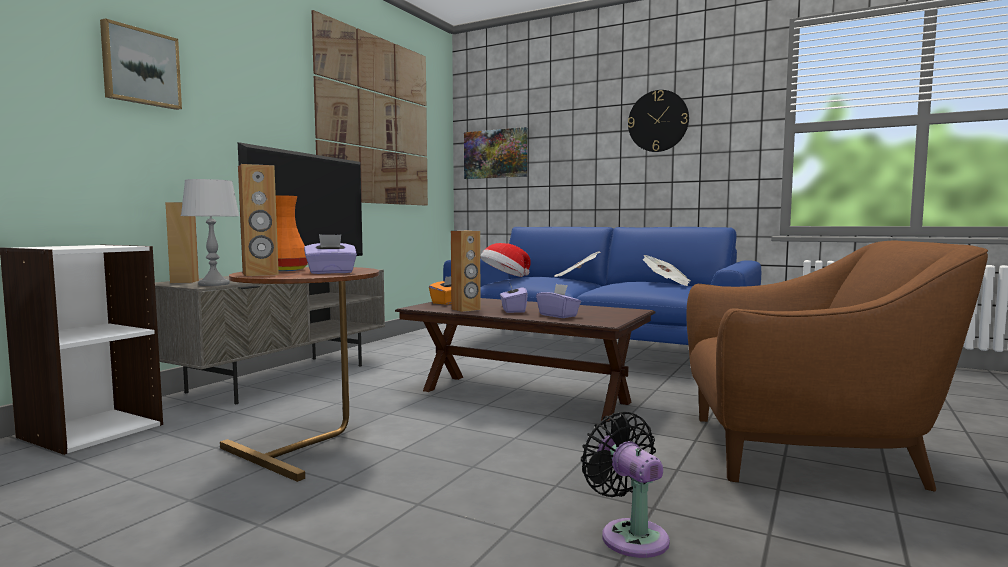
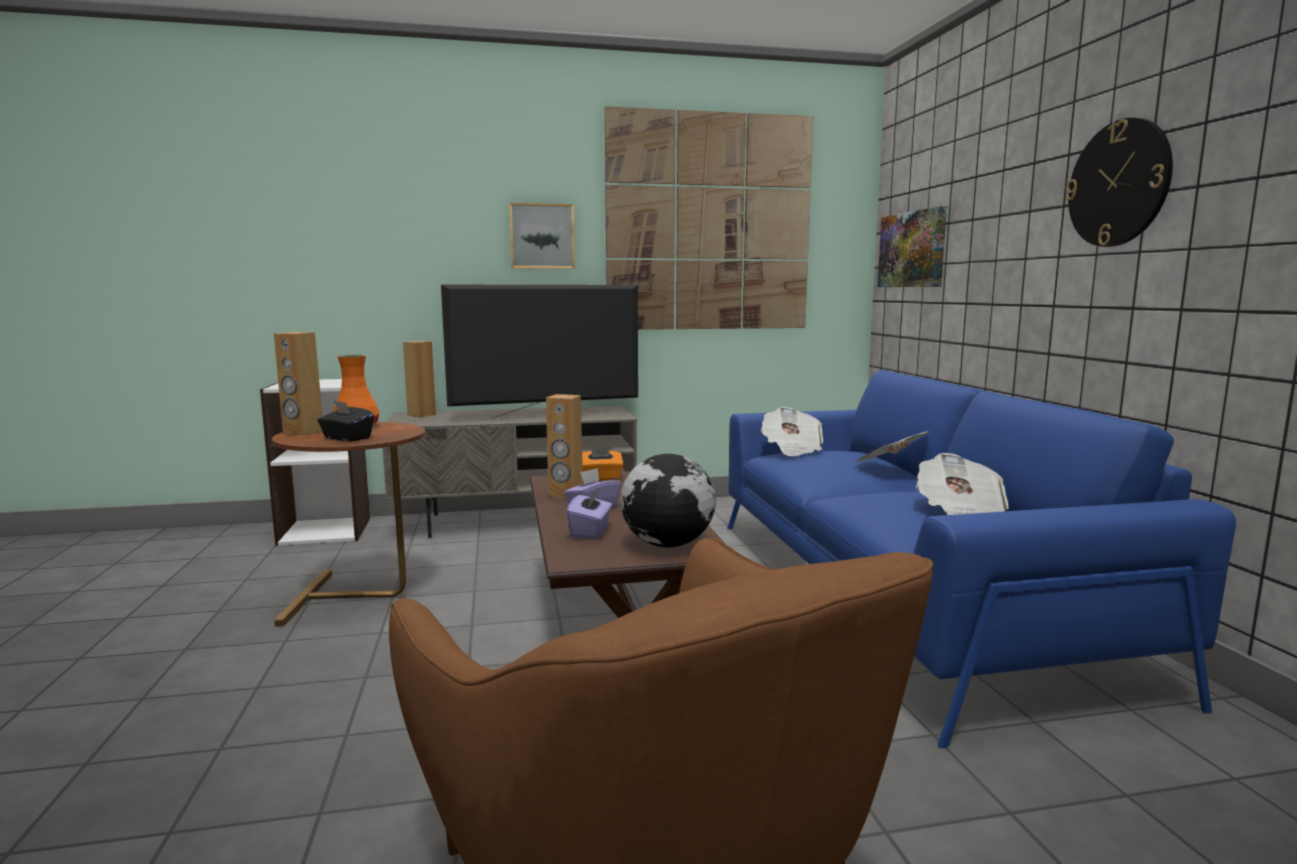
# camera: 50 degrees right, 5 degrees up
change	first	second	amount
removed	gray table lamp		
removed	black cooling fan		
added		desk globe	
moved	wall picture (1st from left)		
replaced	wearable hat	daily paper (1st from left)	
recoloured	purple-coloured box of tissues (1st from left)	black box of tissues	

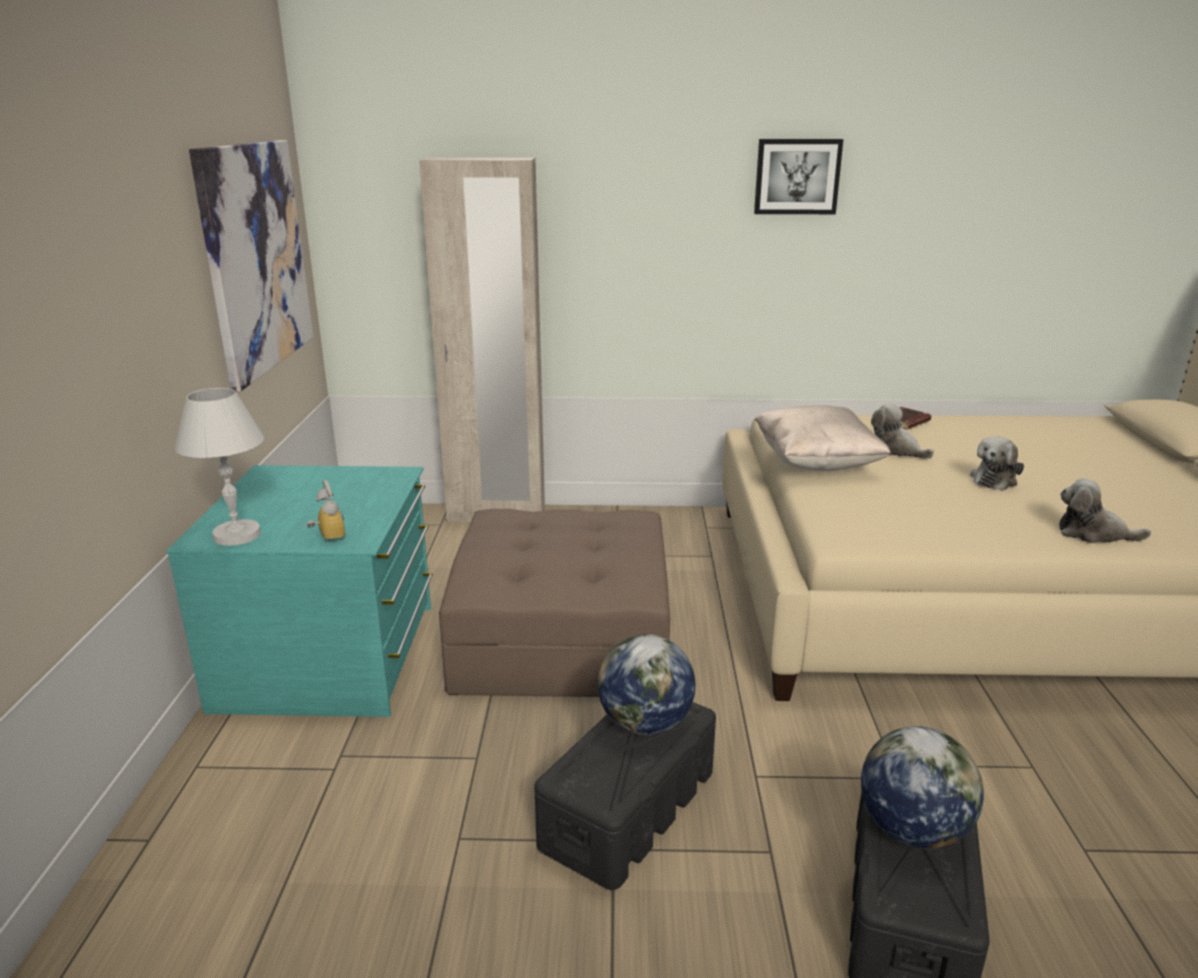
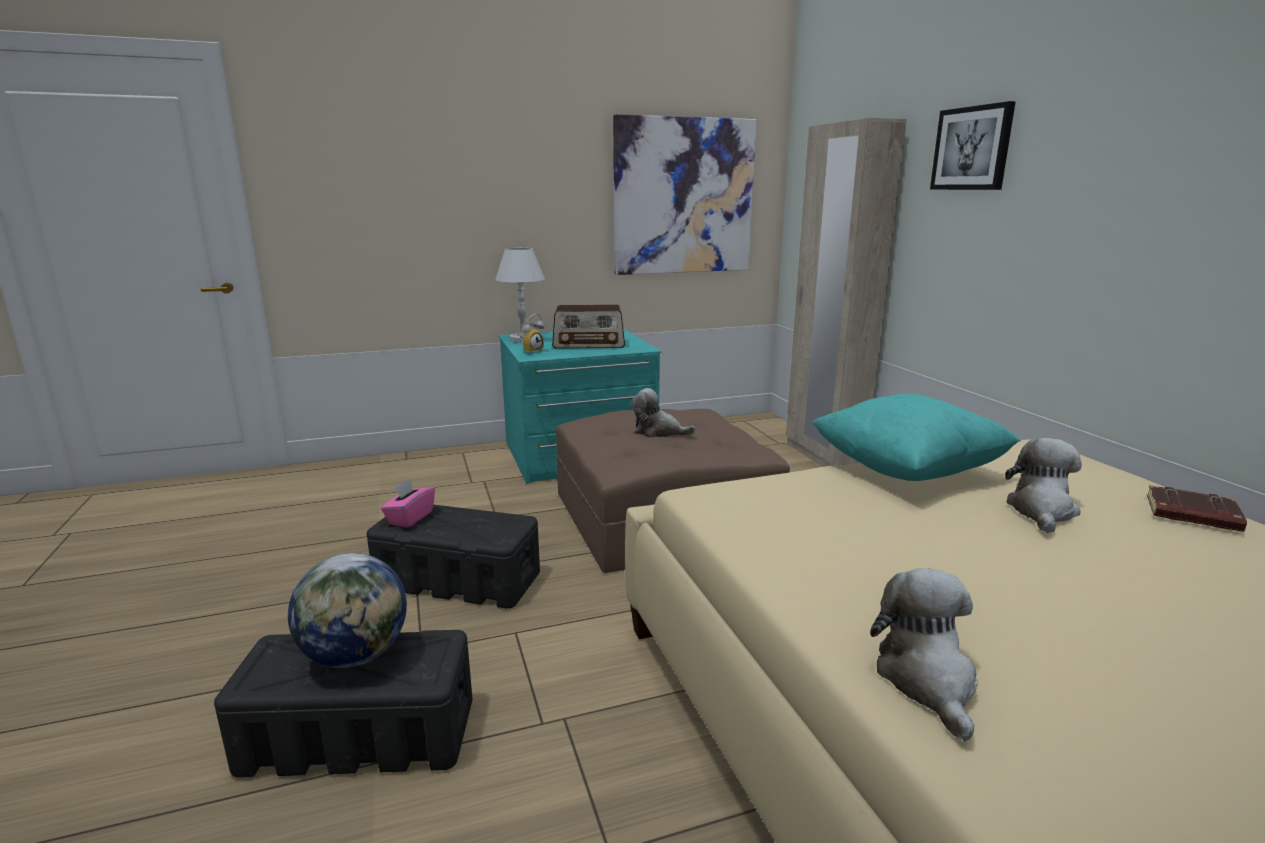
# camera: 70 degrees right, 5 degrees down
change	first	second	amount
removed	desk globe (1st from left)		
added		pinkish box of tissues	
added		radio receiver	
moved	wall picture (2nd from left)		
moved	plush toy (2nd from left in the first image)	plush toy (1st from left)	
recoloured	beige-coloured pillow	blue-green pillow	

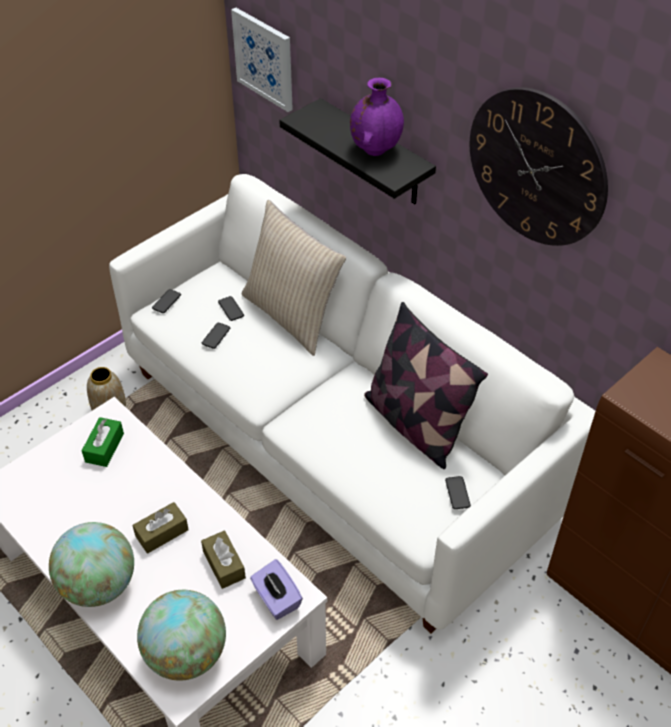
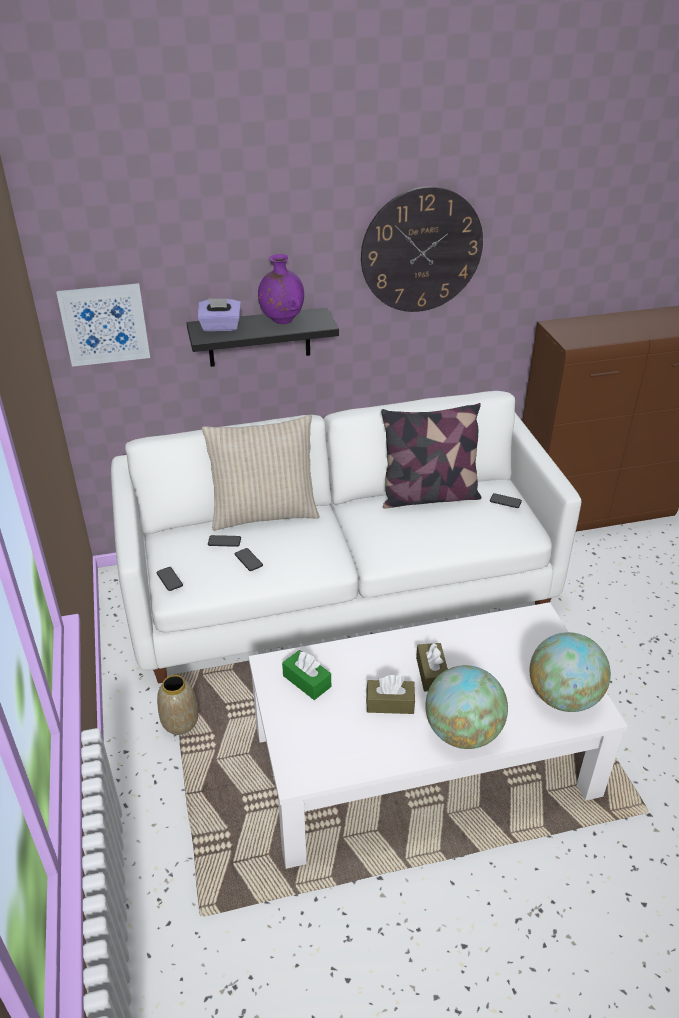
# camera: 60 degrees left, 10 degrees down
change	first	second	amount
moved	brownish box of tissues (2nd from left in the first image)	brownish box of tissues (1st from left)	
moved	purple-coloured box of tissues		

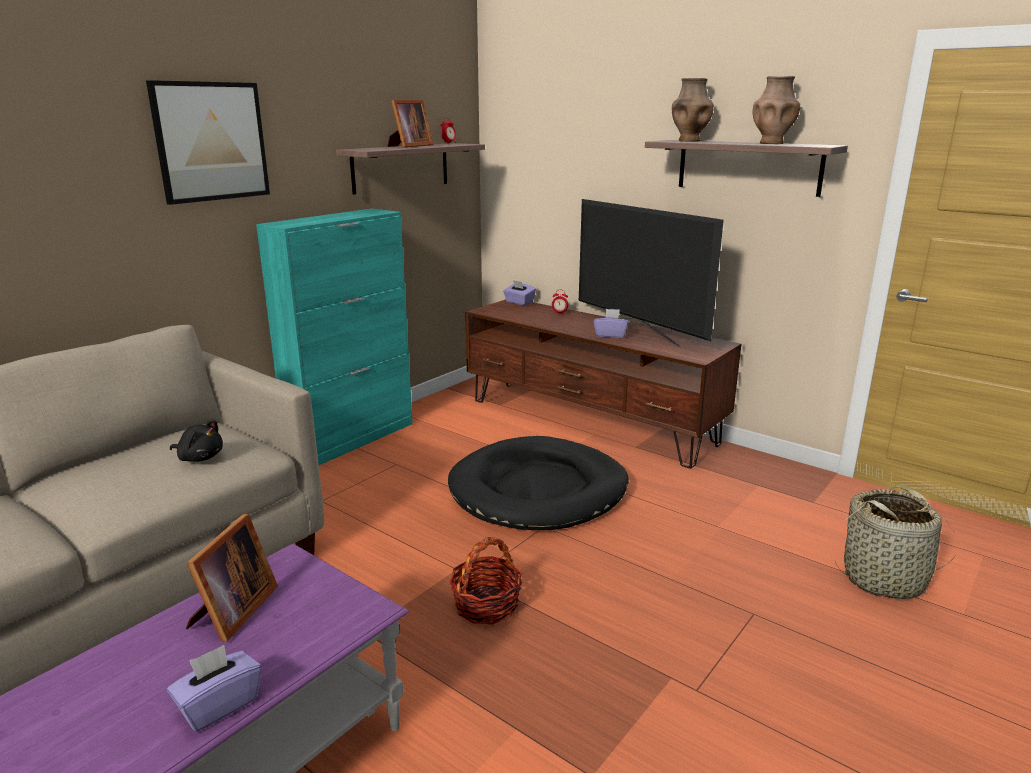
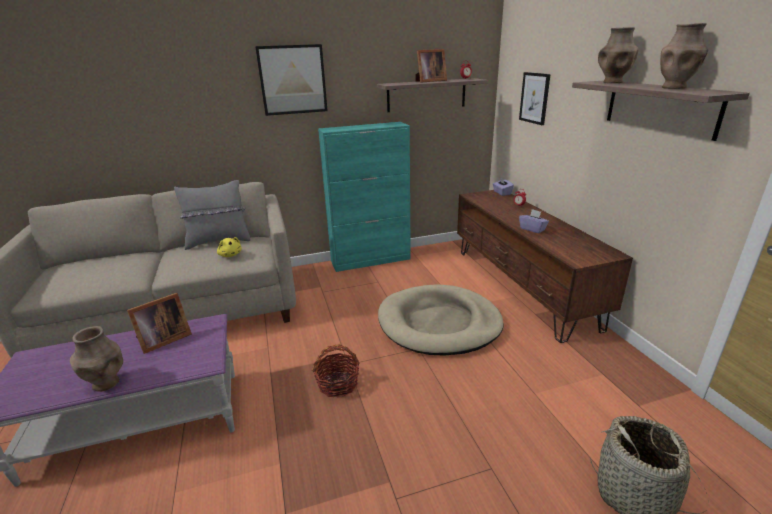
# camera: 35 degrees right, 5 degrees up
change	first	second	amount
removed	TV set		
added		gray pillow	
added		wall picture (2nd from left)	
replaced	purple-coloured box of tissues (1st from left)	brownish flower vase (1st from left)	
recoloured	black plush toy	yellow plush toy	
recoloured	black pet bed	beige-coloured pet bed	

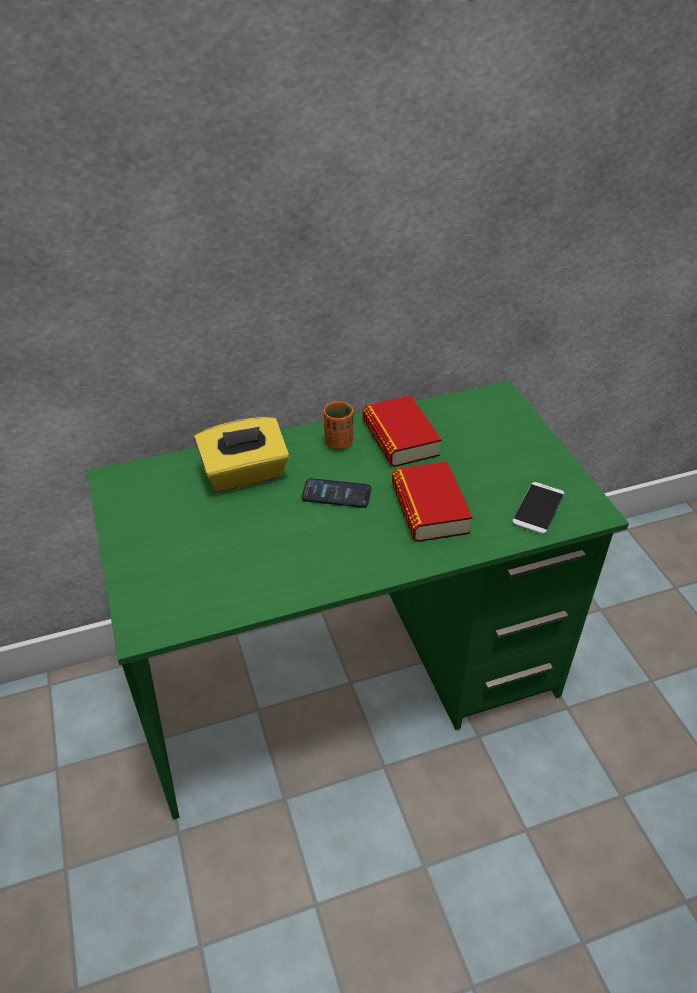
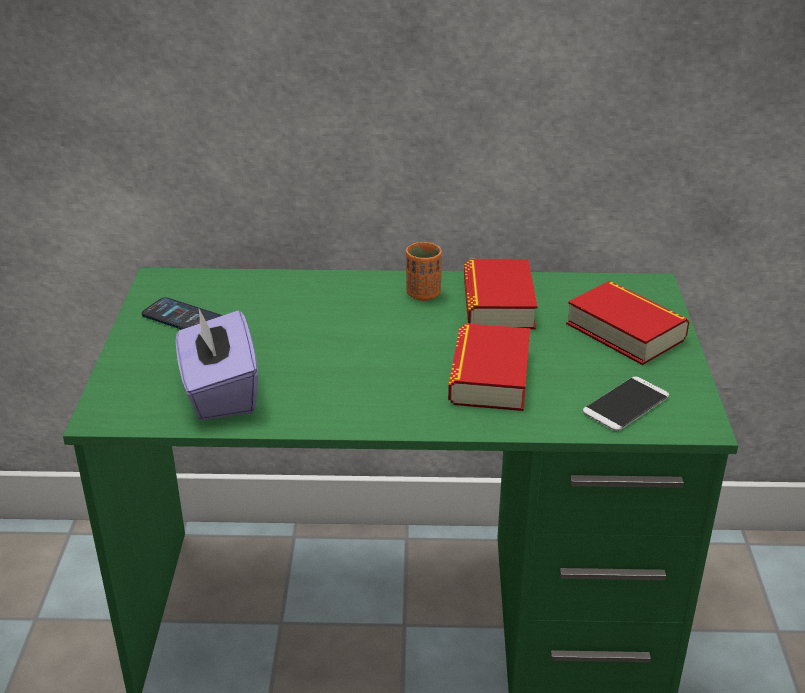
# camera: 20 degrees right, 10 degrees down
change	first	second	amount
removed	yellow box of tissues		
added		purple-coloured box of tissues	
added		book (3rd from left)	
moved	handset (1st from left)		

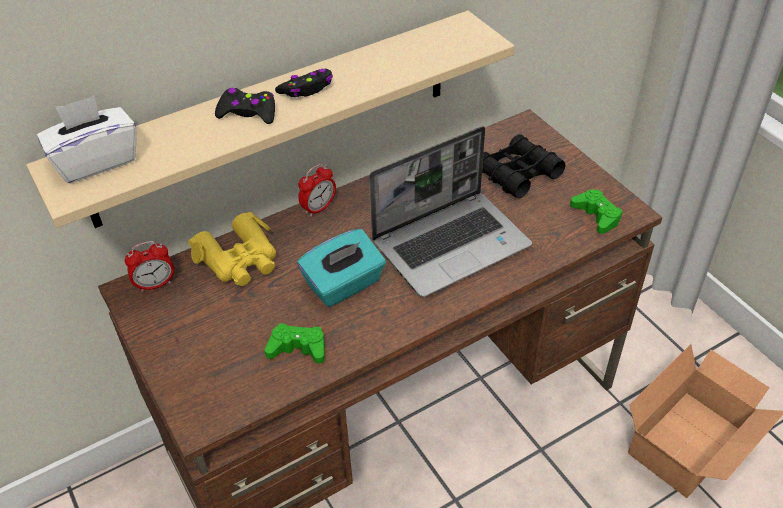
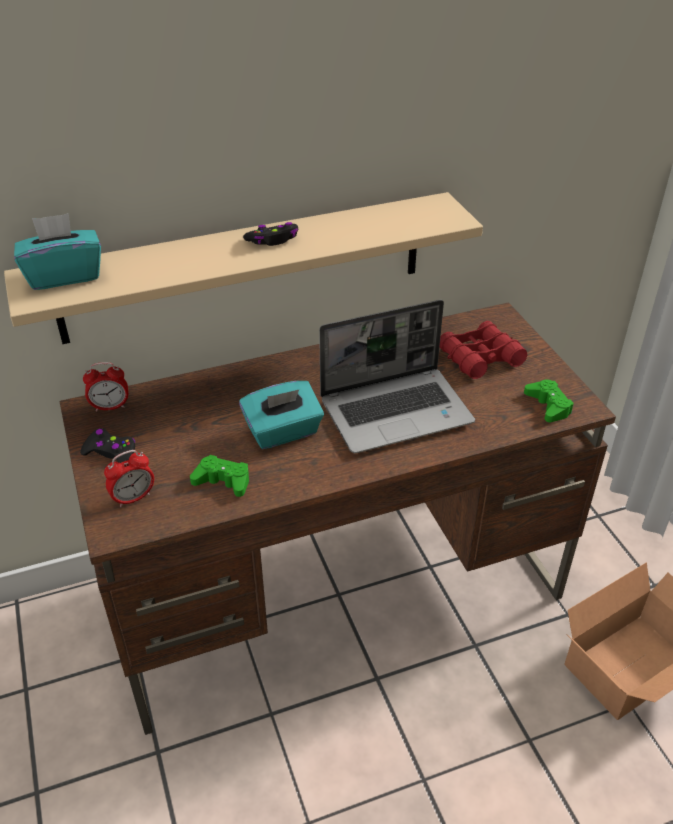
# camera: 10 degrees right, 5 degrees down
change	first	second	amount
removed	yellow pair of binoculars		
moved	black gamepad (1st from left)		
moved	alarm clock (2nd from left)		
recoloured	white box of tissues	blue-green box of tissues (1st from left)	
recoloured	black pair of binoculars	reddish pair of binoculars	

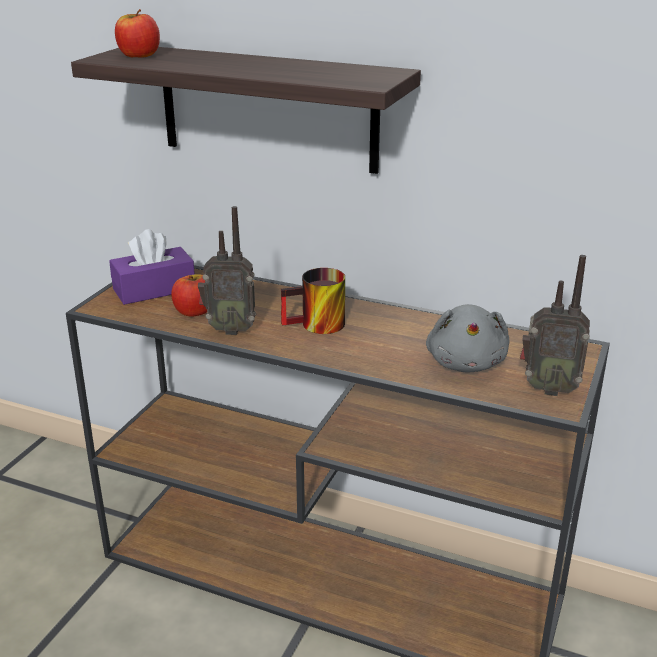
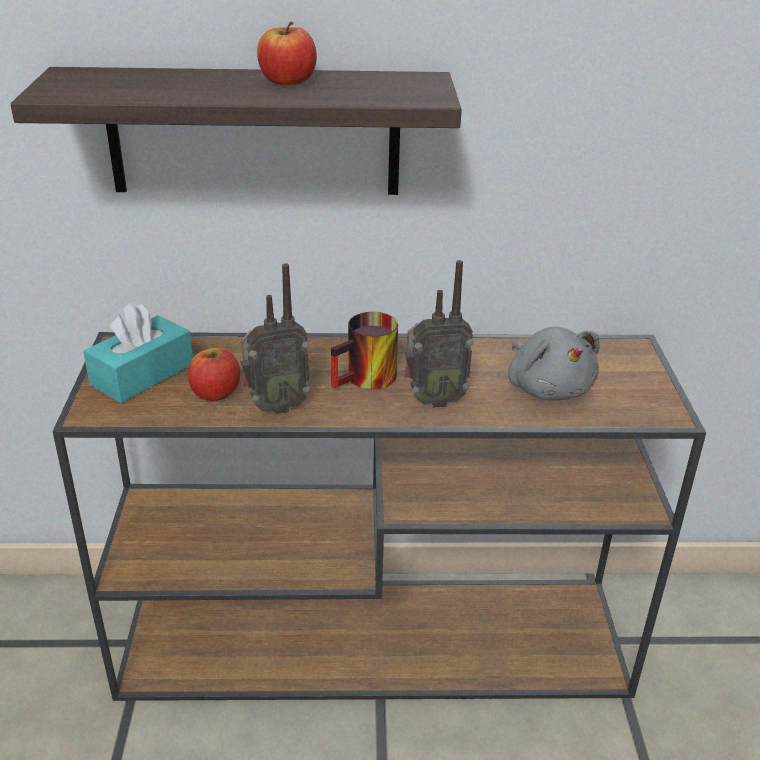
# camera: 25 degrees left, 5 degrees up
change	first	second	amount
moved	apple (1st from left in the first image)	apple (2nd from left)	
moved	radio receiver (2nd from left)		
recoloured	purple-coloured box of tissues	blue-green box of tissues	

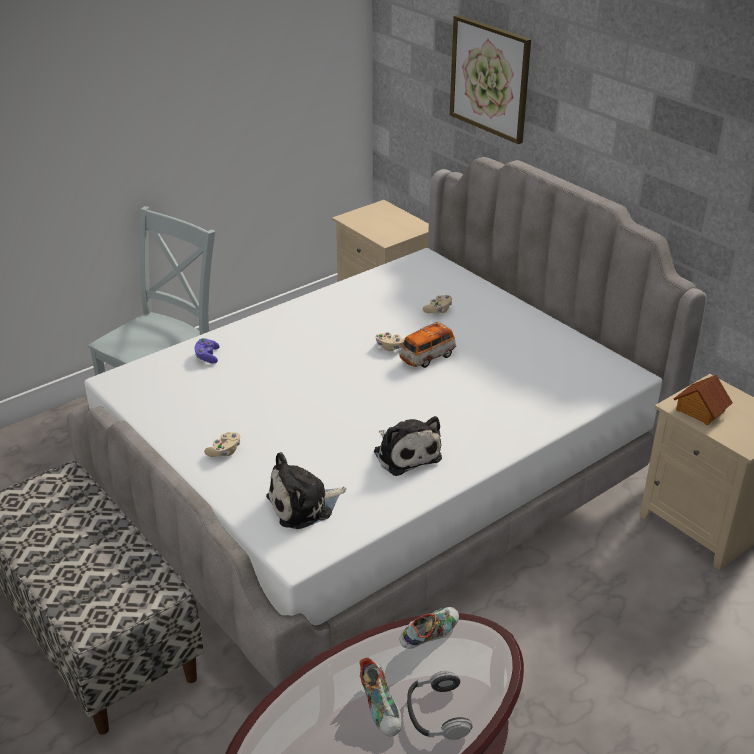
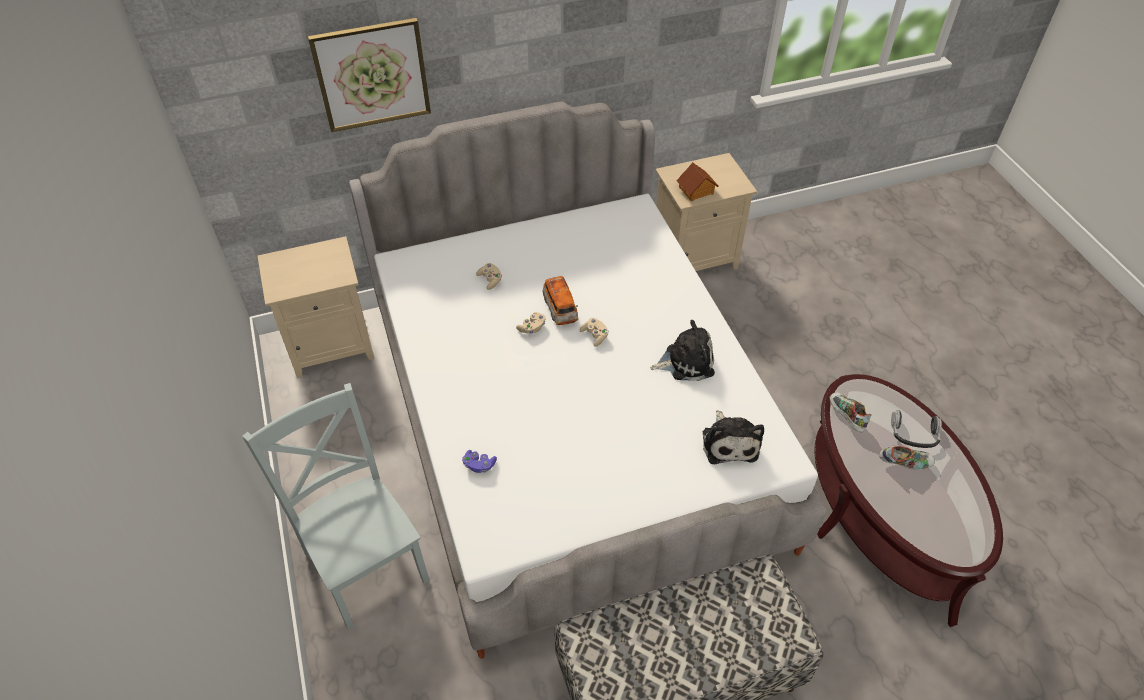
# camera: 70 degrees left, 15 degrees up
change	first	second	amount
moved	beige-coloured gamepad (1st from left in the first image)	beige-coloured gamepad (3rd from left)	

